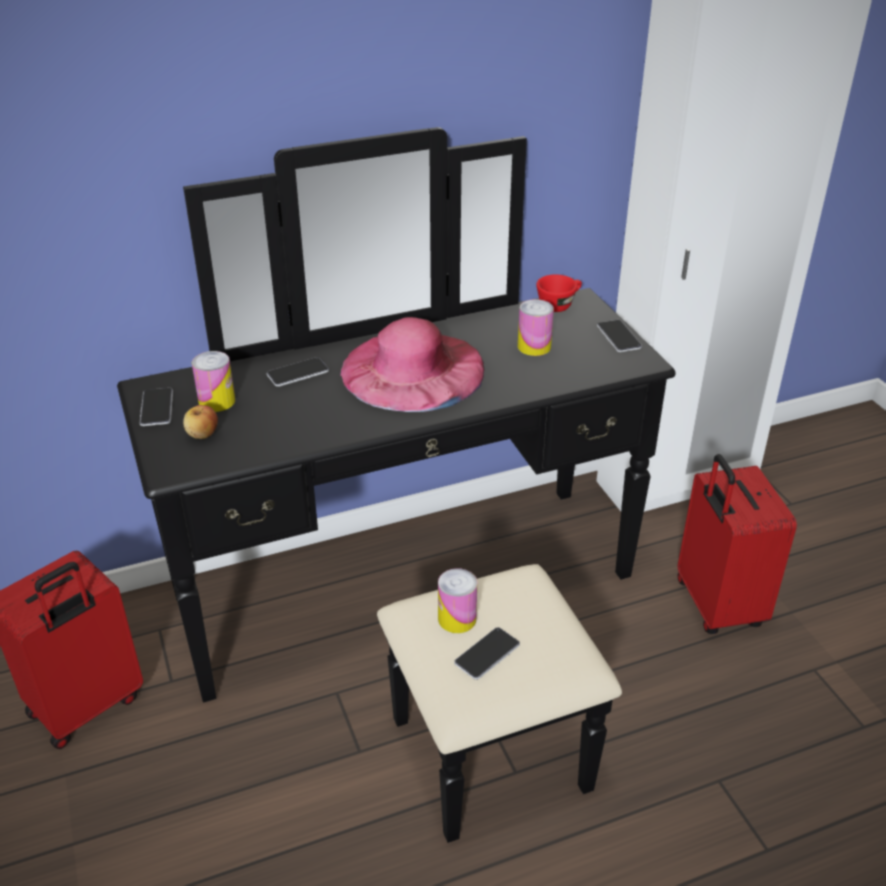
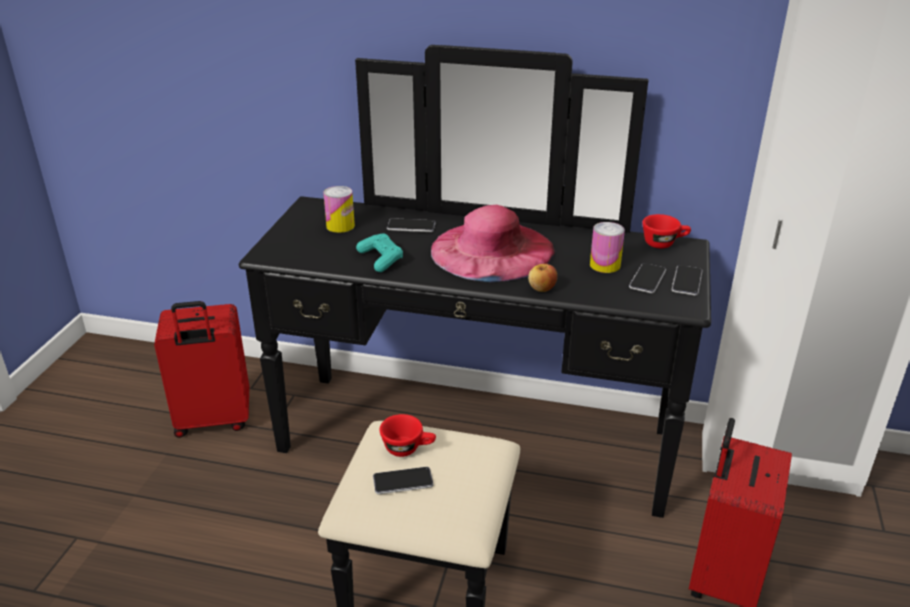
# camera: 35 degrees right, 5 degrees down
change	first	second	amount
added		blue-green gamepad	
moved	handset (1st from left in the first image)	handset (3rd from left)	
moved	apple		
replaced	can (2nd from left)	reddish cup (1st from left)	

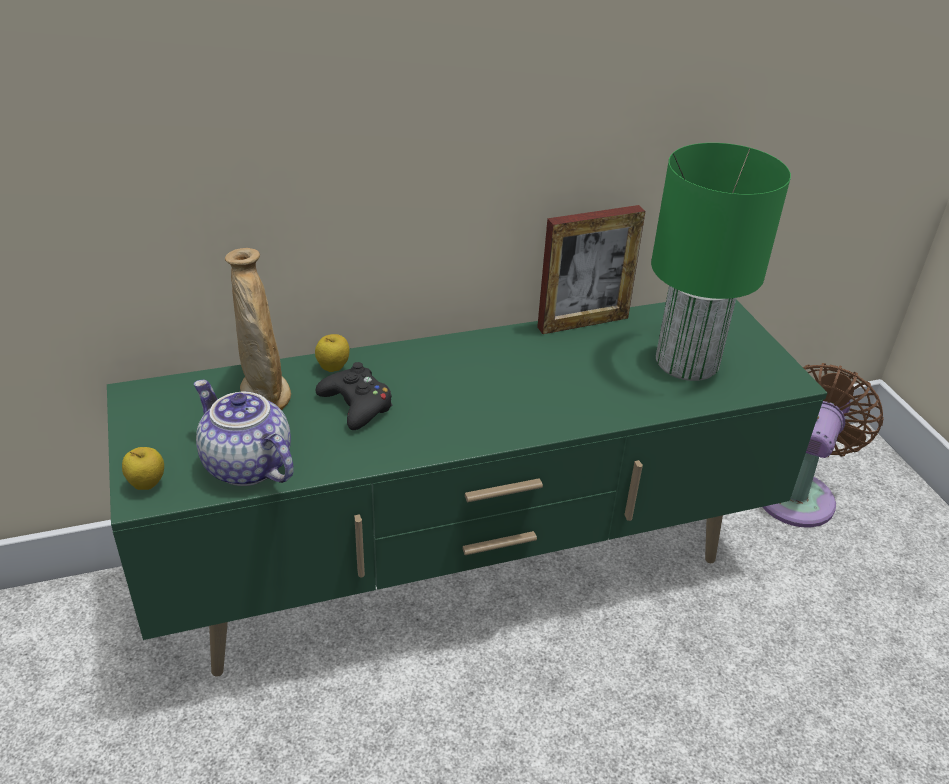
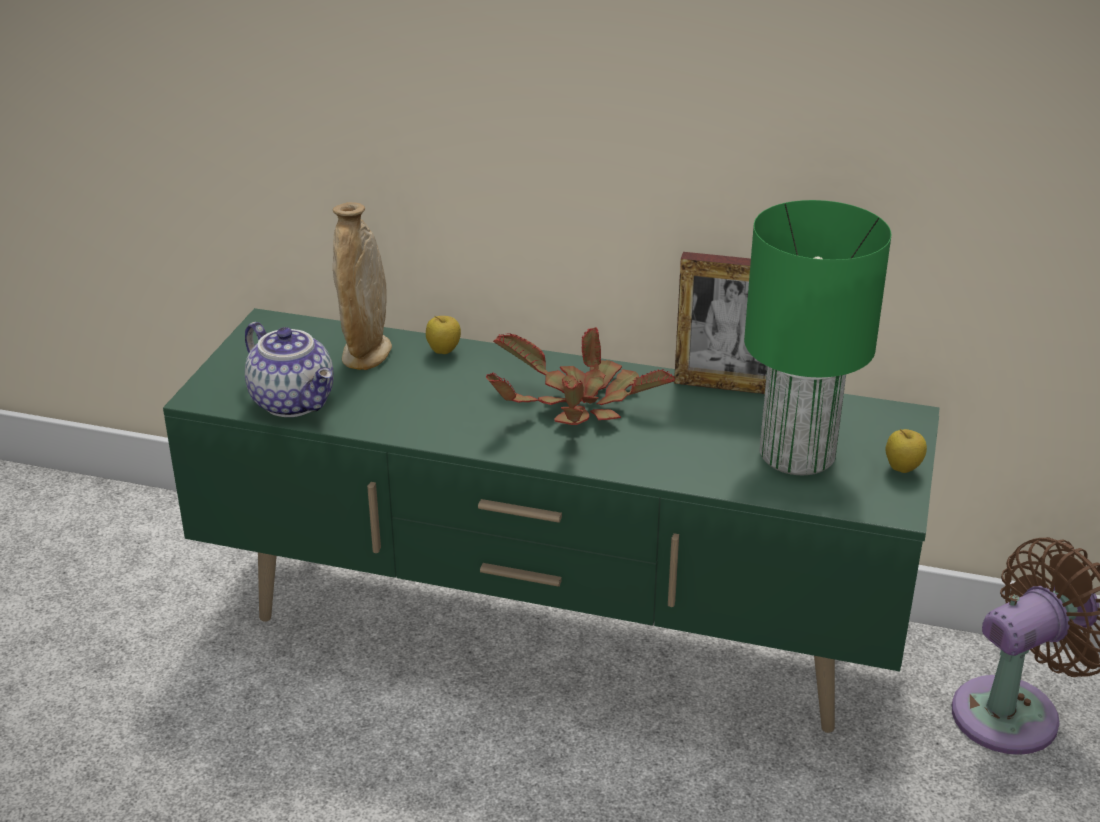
# camera: 35 degrees right, 5 degrees down
change	first	second	amount
removed	black gamepad		
added		potted plant	
moved	apple (1st from left in the first image)	apple (2nd from left)	
turned	teapot		150 degrees clockwise

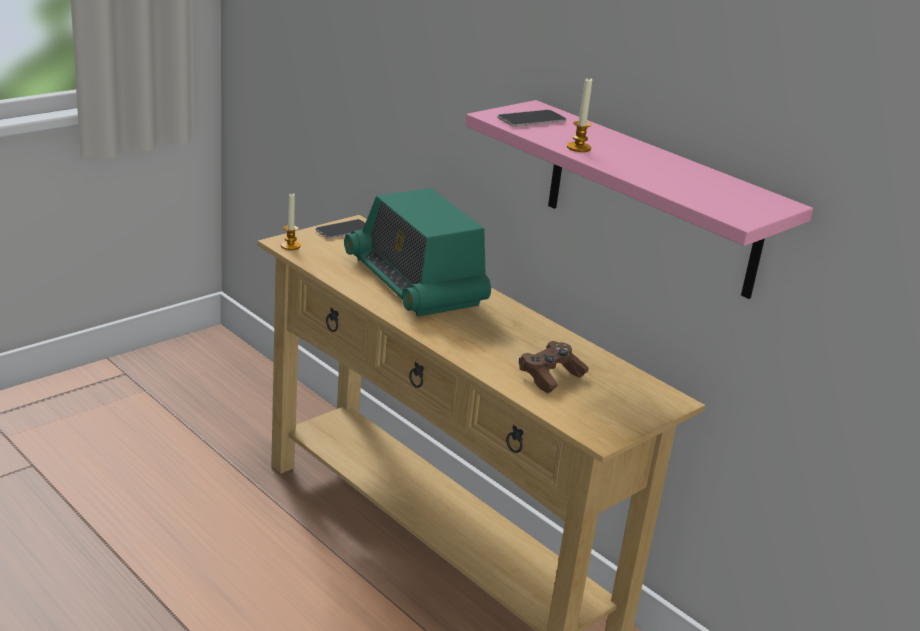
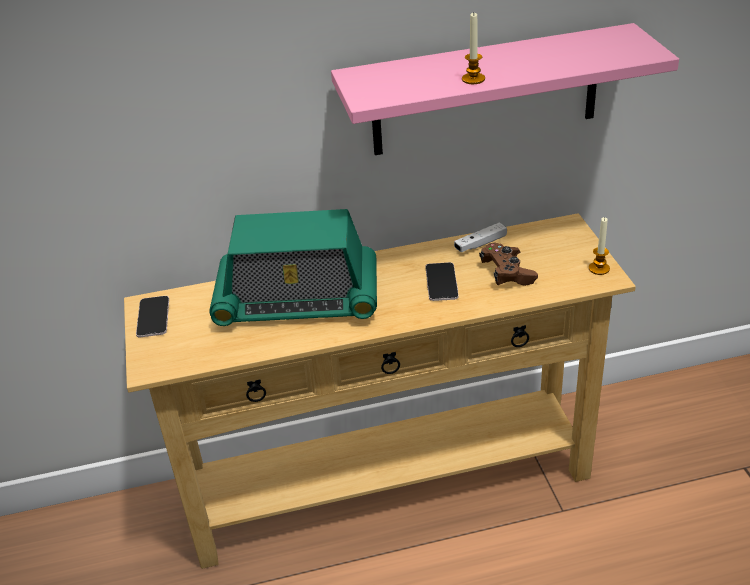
# camera: 55 degrees left, 10 degrees up
change	first	second	amount
added		white gamepad	
moved	wax light (1st from left in the first image)	wax light (2nd from left)	
moved	handset (2nd from left)		

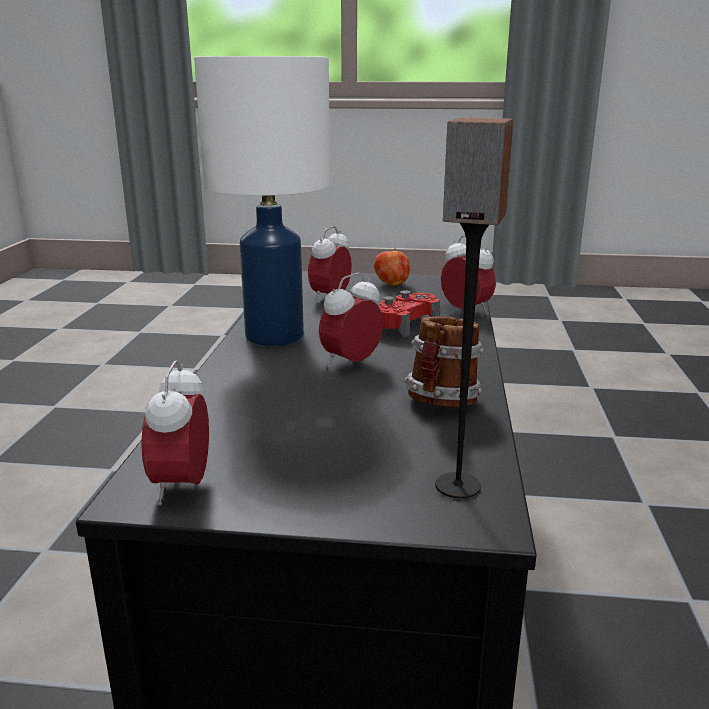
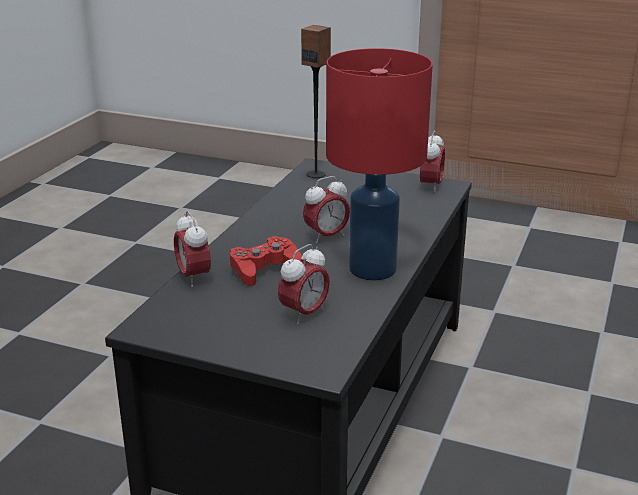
# camera: 165 degrees left, 5 degrees up
change	first	second	amount
removed	apple		
removed	tea mug		
recoloured	white table lamp	reddish table lamp	

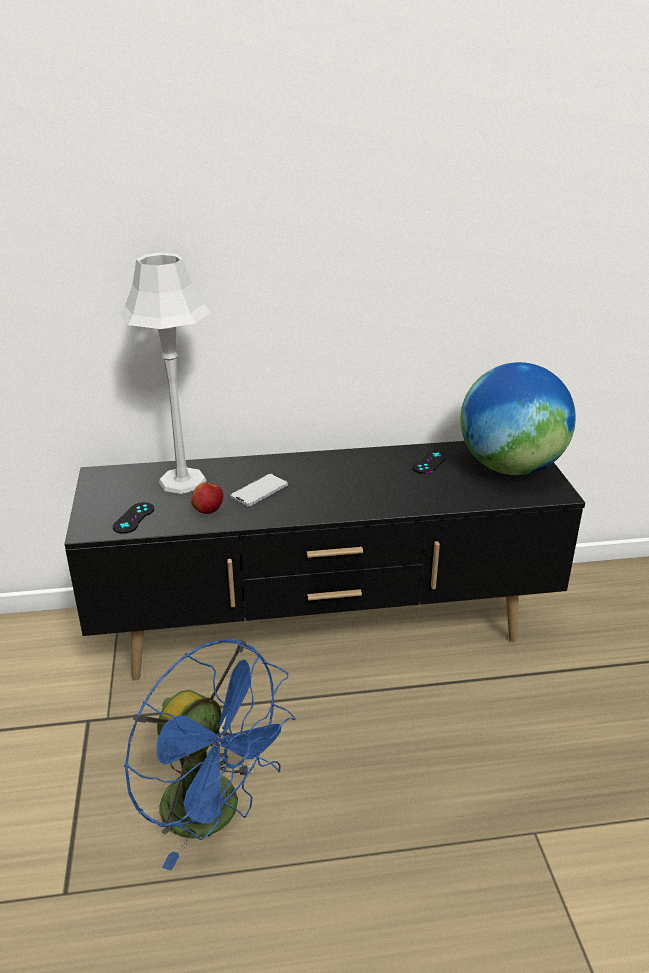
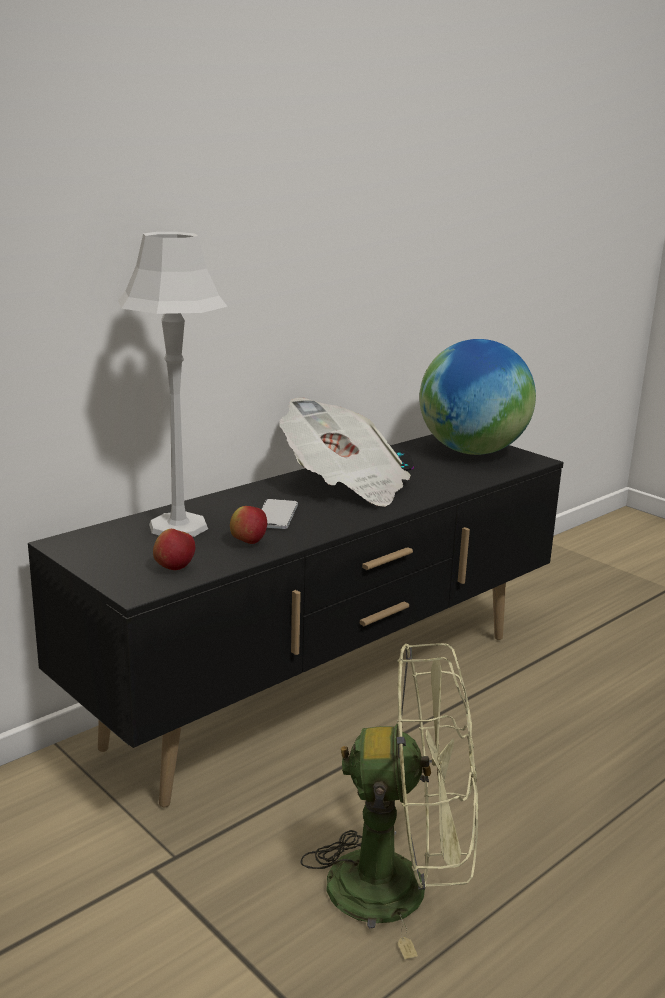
# camera: 35 degrees left, 10 degrees down
change	first	second	amount
added		daily paper	
replaced	black gamepad (1st from left)	apple (1st from left)	
recoloured	bluish cooling fan	greenish cooling fan	

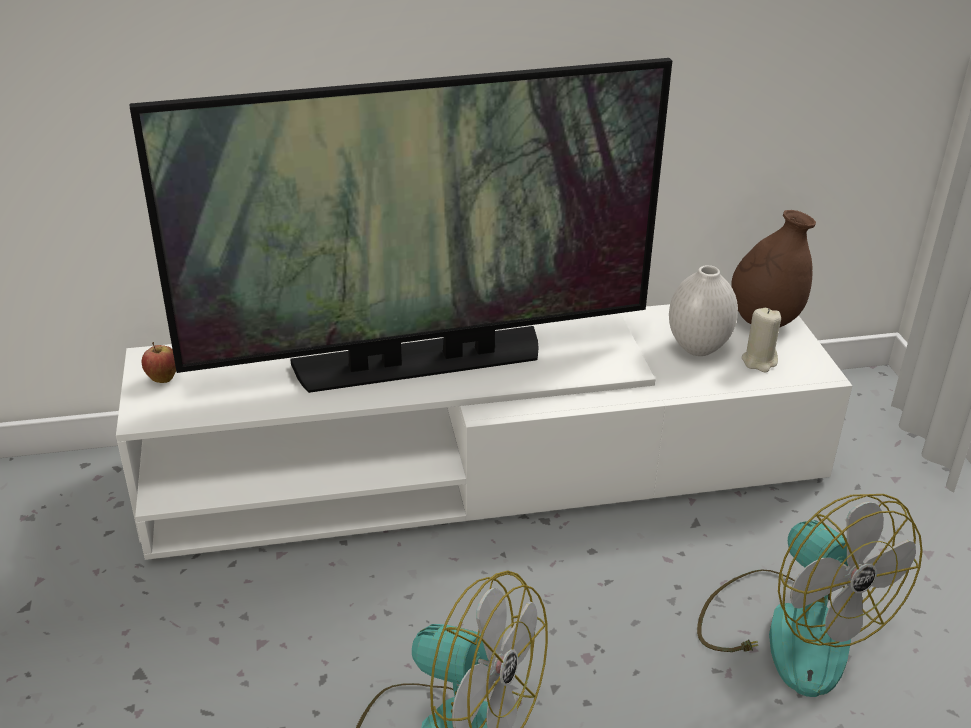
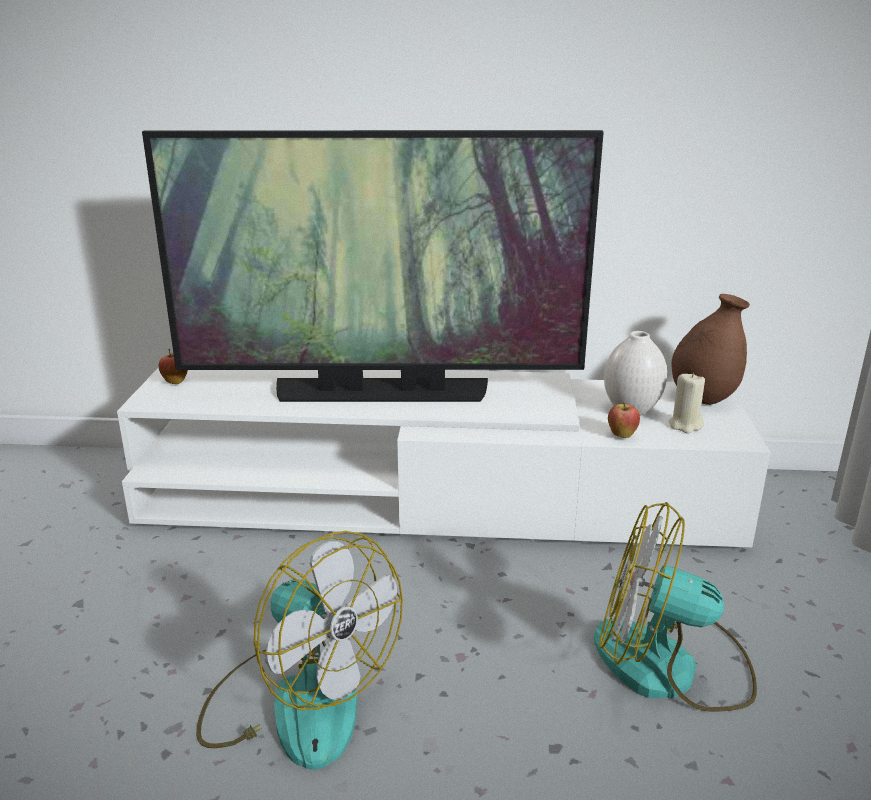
# camera: 15 degrees right, 10 degrees down
change	first	second	amount
added		apple (2nd from left)	
turned	cooling fan (2nd from left)		120 degrees clockwise

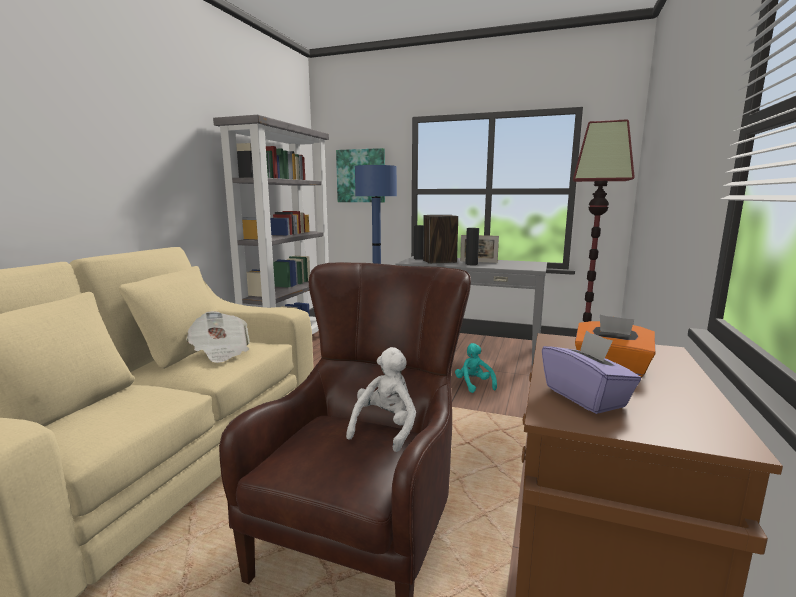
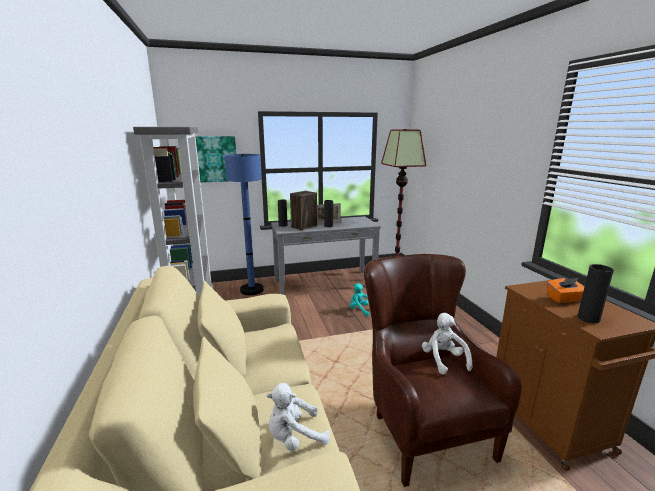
# camera: 35 degrees left, 5 degrees up
change	first	second	amount
removed	daily paper		
added		white plush toy (1st from left)	
replaced	purple-coloured box of tissues	black flower vase (3rd from left)	

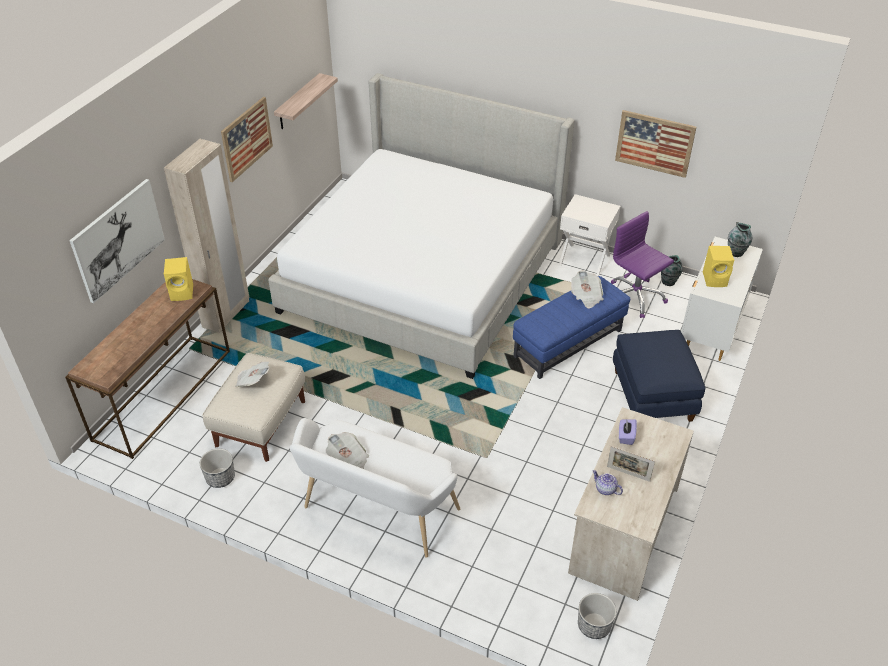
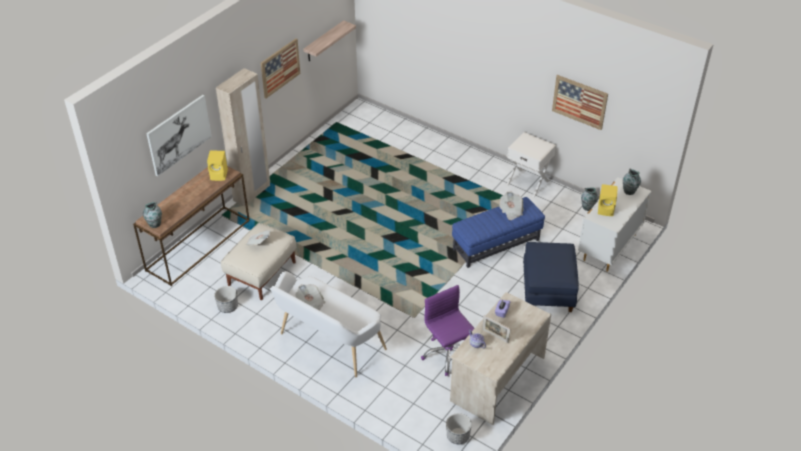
# camera: 10 degrees right, 0 degrees up
change	first	second	amount
removed	bedroom bed		
added		flower vase (1st from left)	
moved	purple-coloured desk chair		

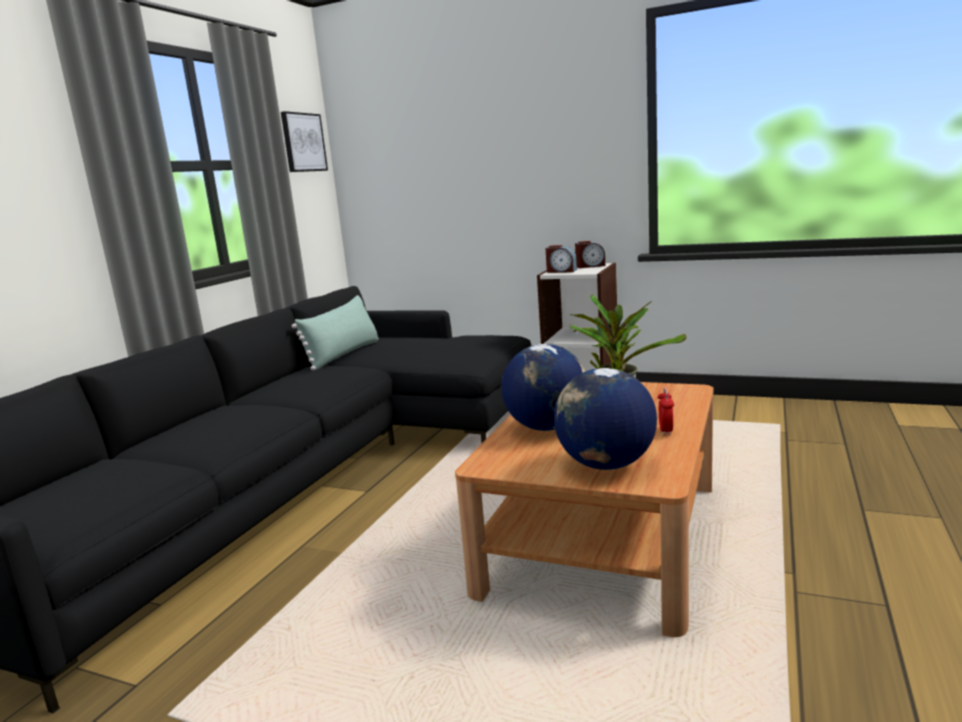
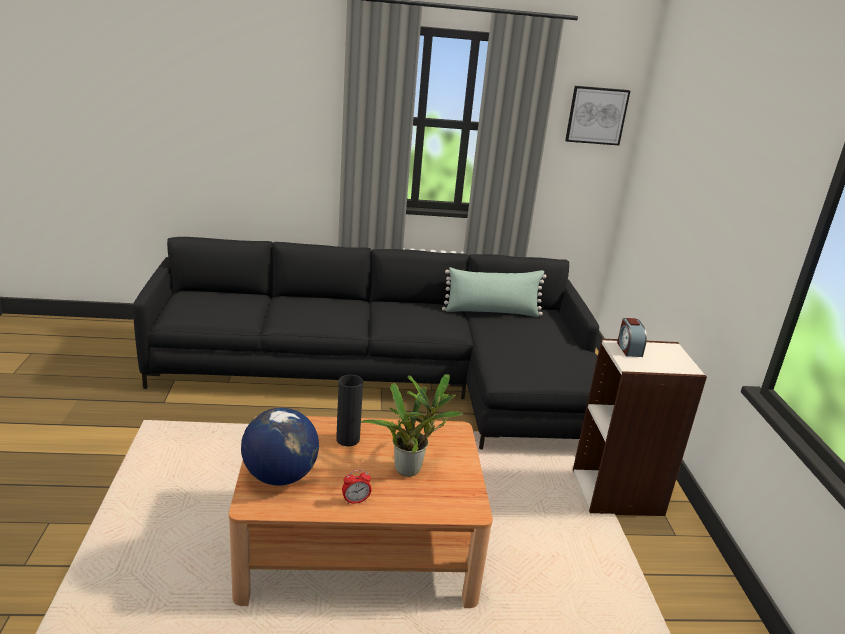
# camera: 60 degrees right, 10 degrees up
change	first	second	amount
removed	alarm clock (2nd from left)		
replaced	desk globe (1st from left)	black flower vase	

